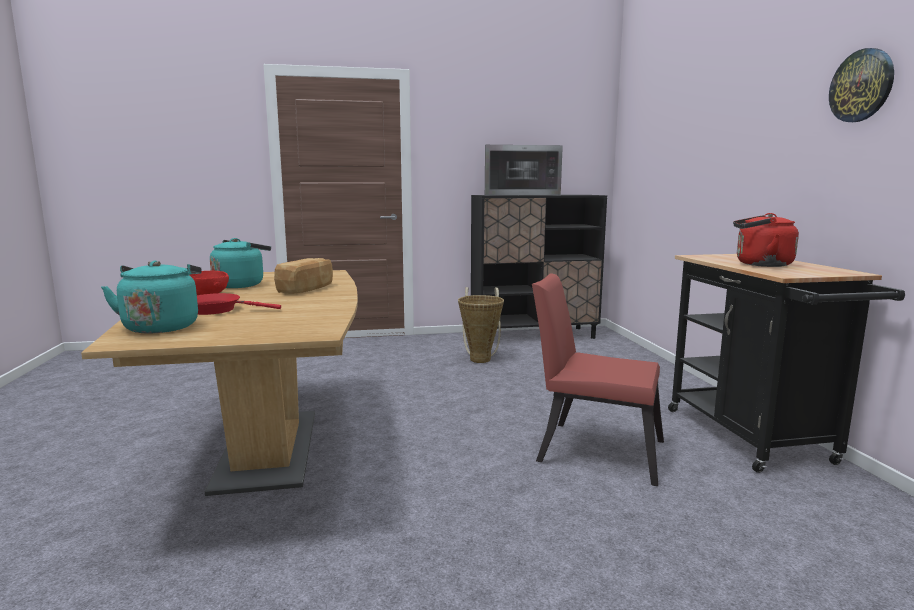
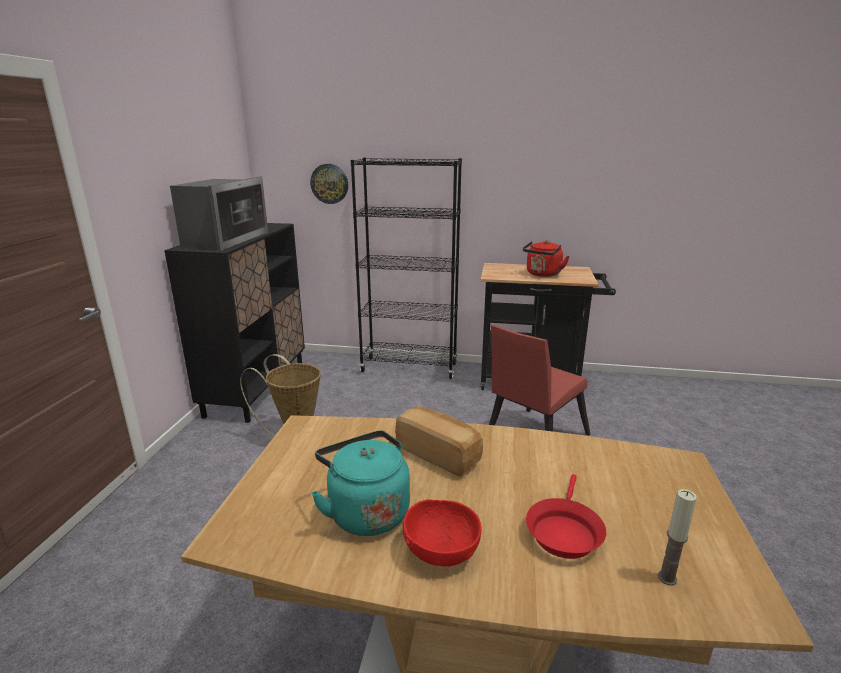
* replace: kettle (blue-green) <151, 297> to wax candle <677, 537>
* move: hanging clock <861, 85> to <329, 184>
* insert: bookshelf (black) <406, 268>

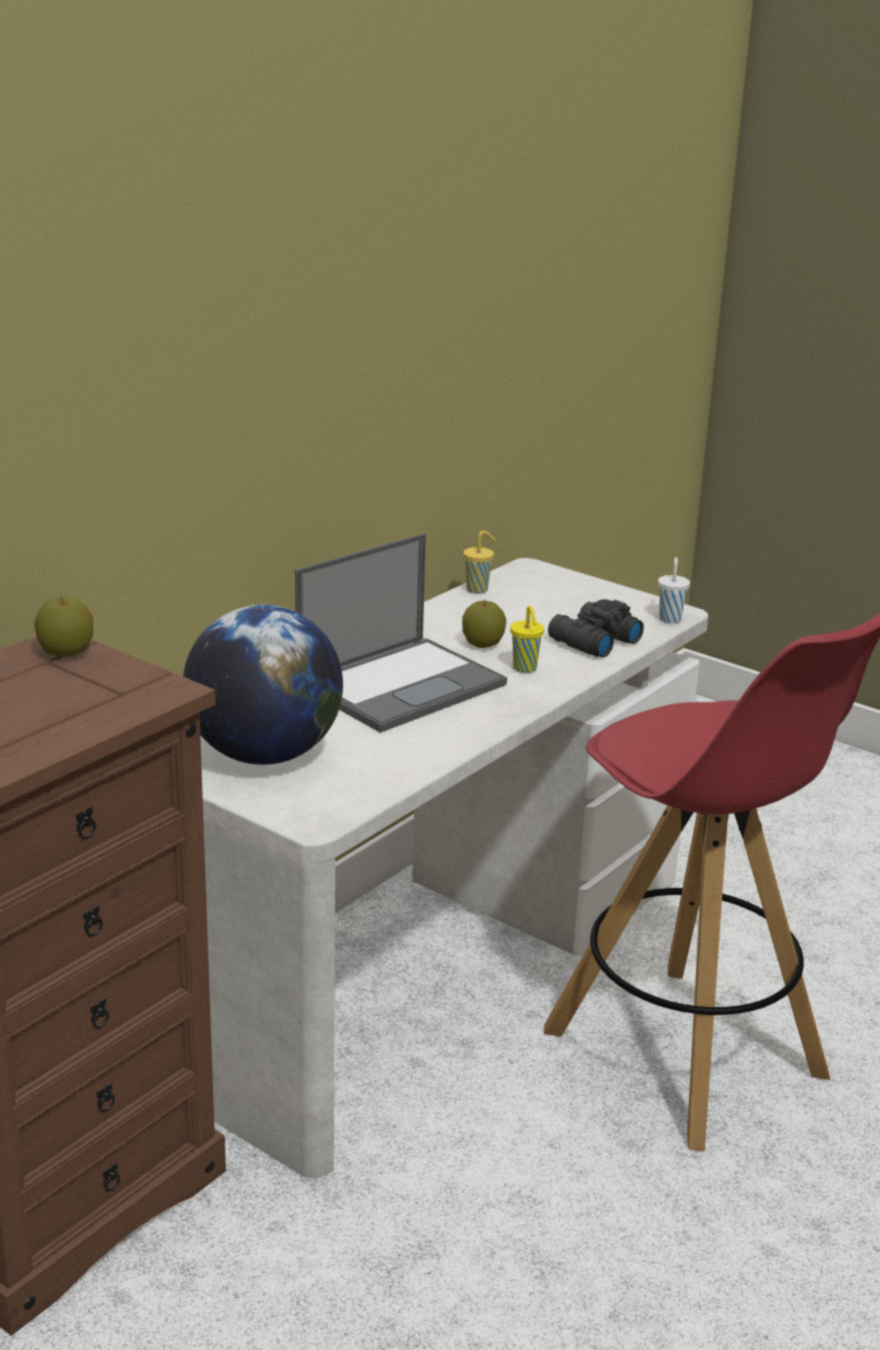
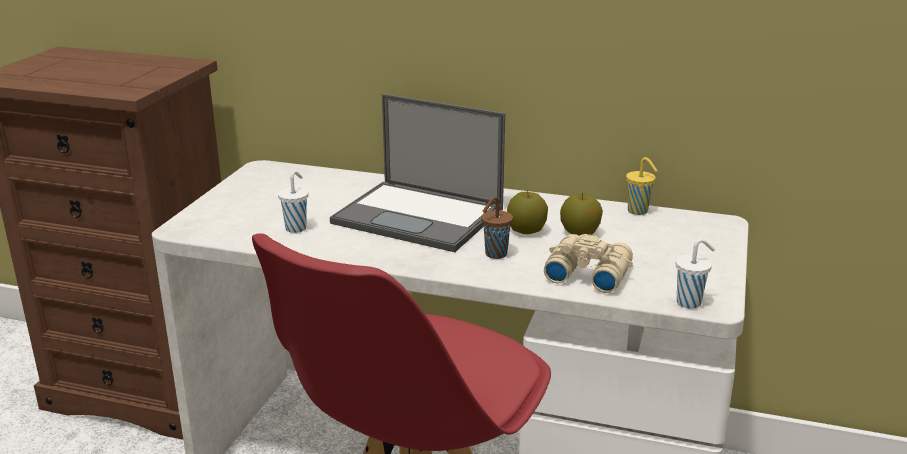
* move: whole apple <63, 626> to <581, 214>
* delete: desk globe <263, 685>
* recolor: cup (yellow) <527, 639> to cup (brown) <497, 227>
* recolor: pair of binoculars (black) <596, 628> to pair of binoculars (beige-coloured) <588, 263>
* insert: cup (white) <293, 201>

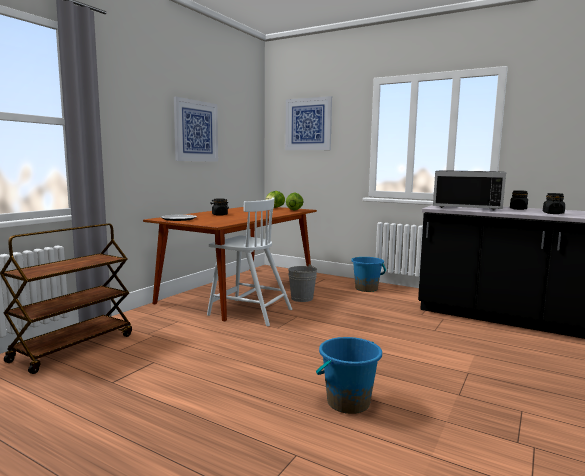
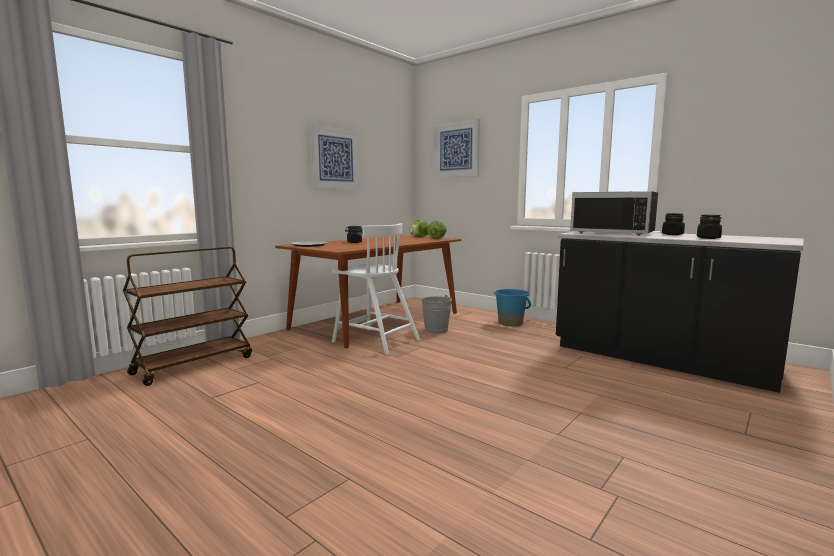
* delete: water bucket (blue-coloured) <349, 375>

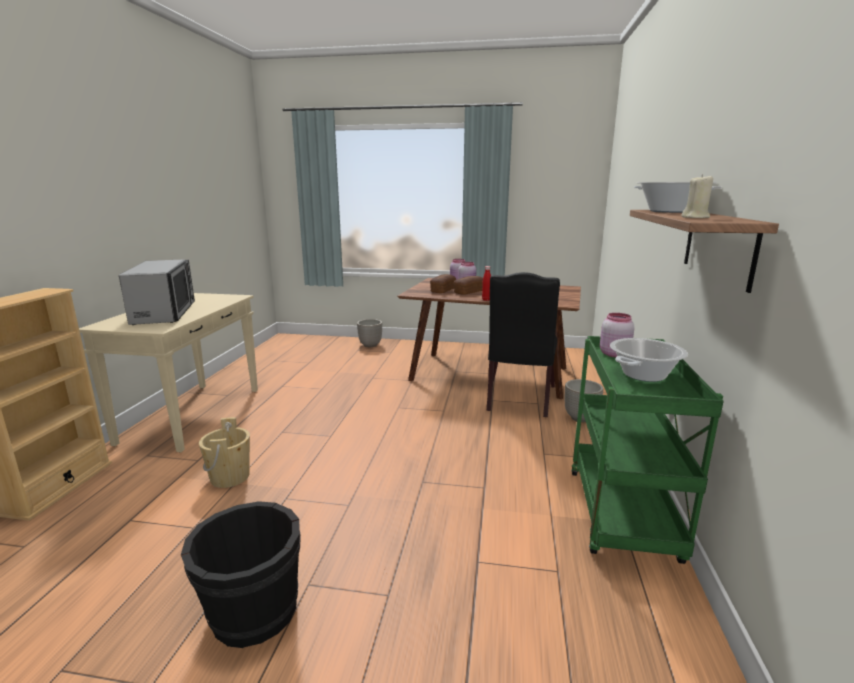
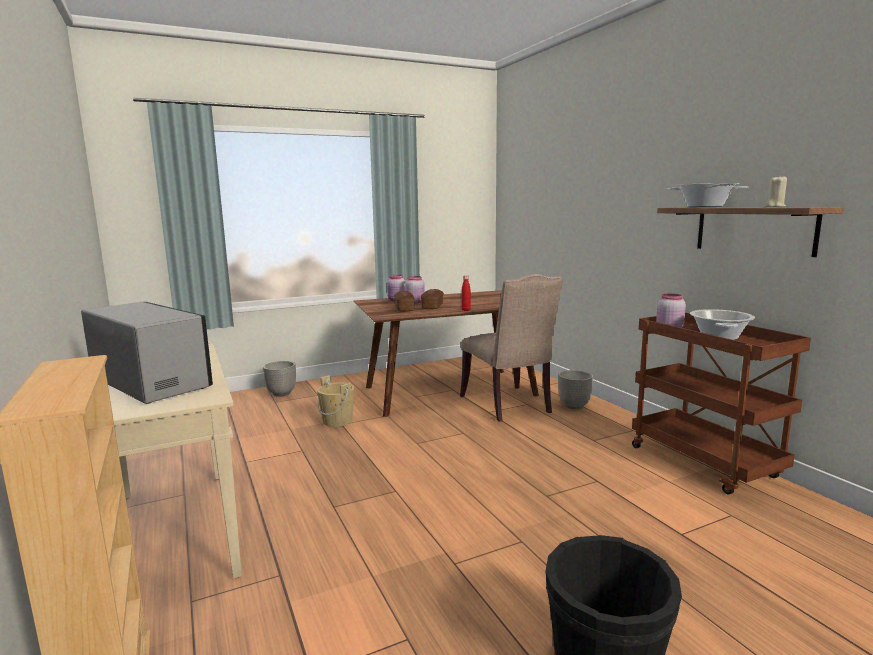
* move: water bucket (beige-coloured) <224, 452> to <335, 401>
* recolor: plain chair (black) <523, 344> to plain chair (beige-coloured) <511, 348>
* recolor: wheeled cart (greenish) <647, 450> to wheeled cart (brown) <721, 403>

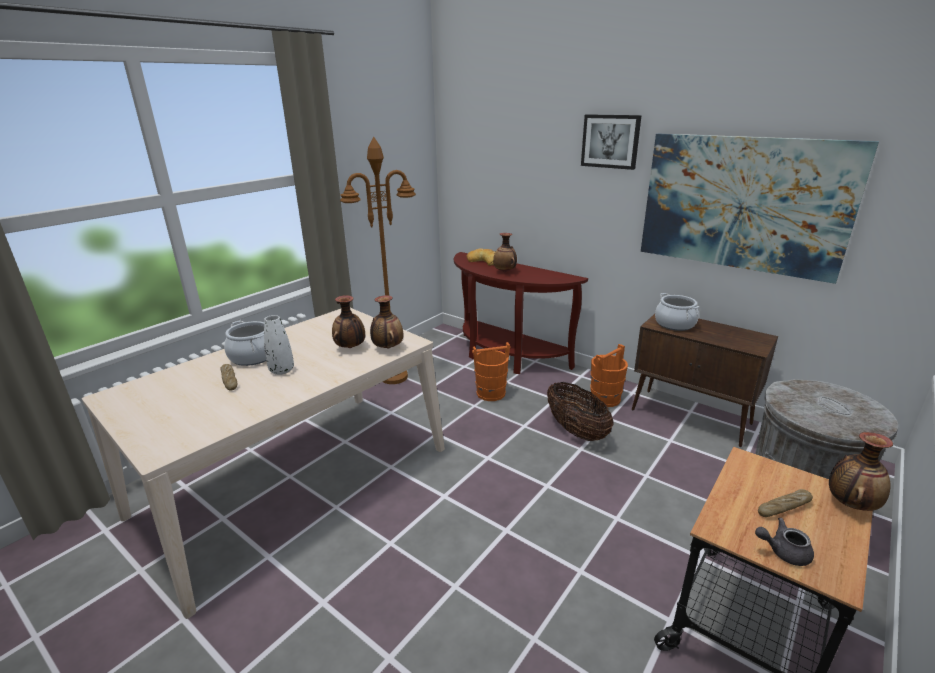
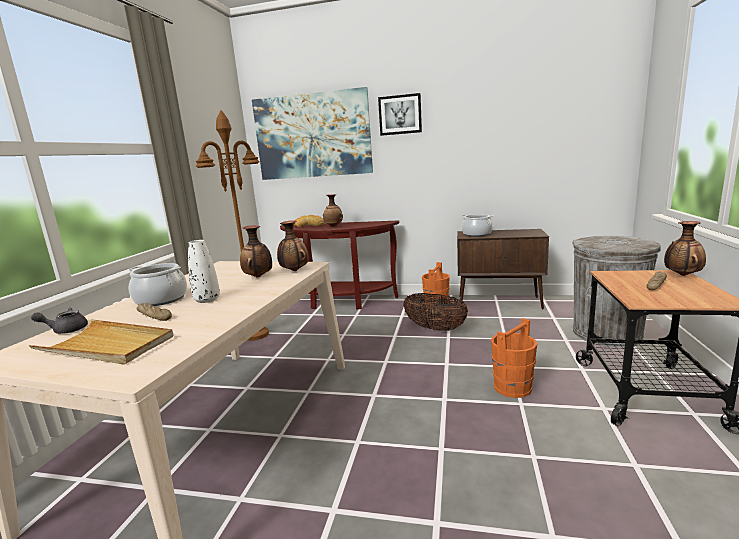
* move: water bucket (orangey) <491, 371> to <514, 358>
* move: wall art <760, 209> to <312, 133>
* move: pot for tea (gray) <784, 542> to <59, 321>
* insert: tray (beige-coloured) <100, 342>

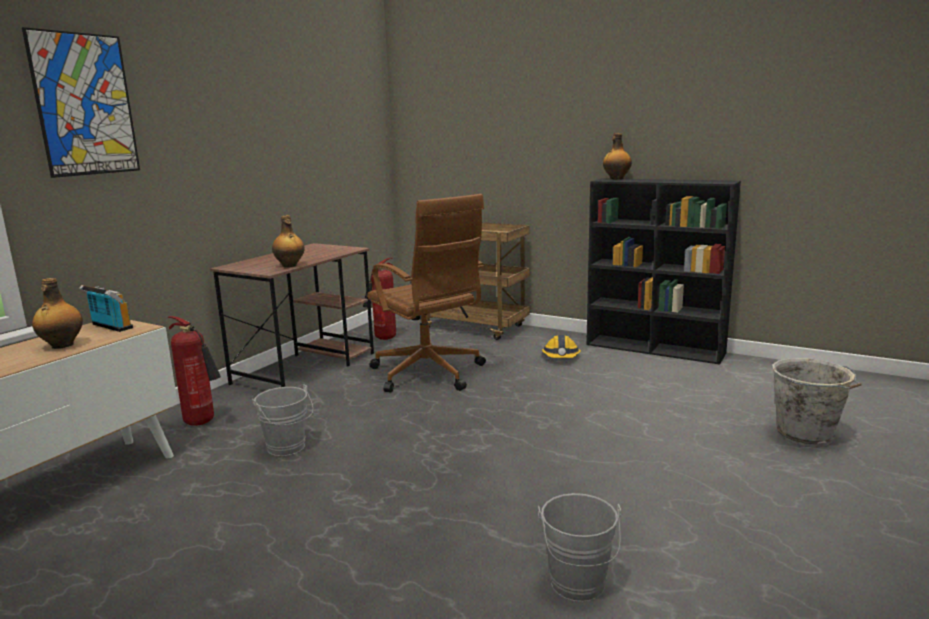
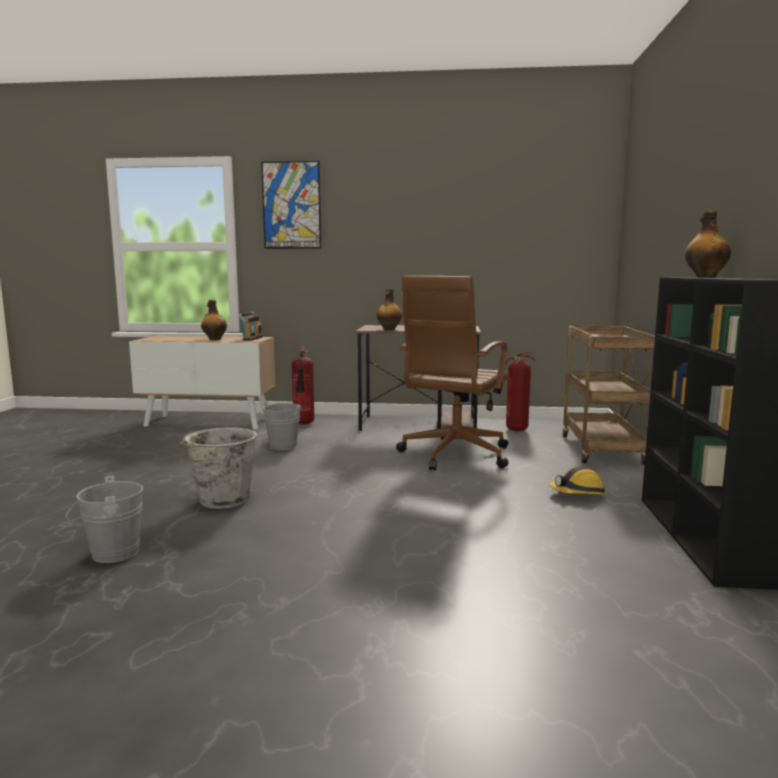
* move: water bucket (gray) <817, 403> to <218, 468>

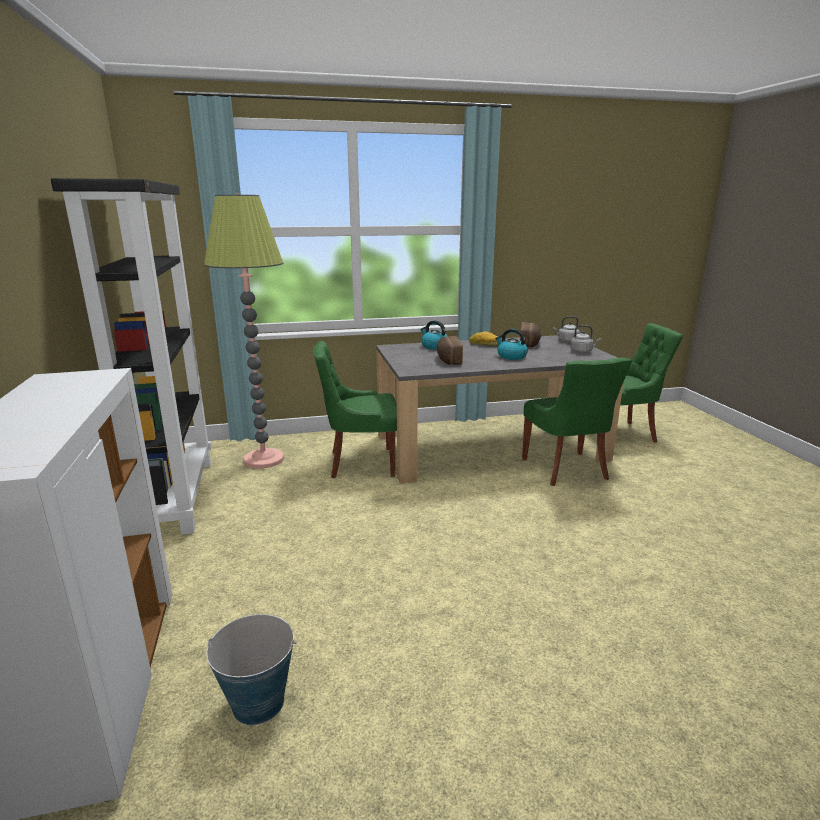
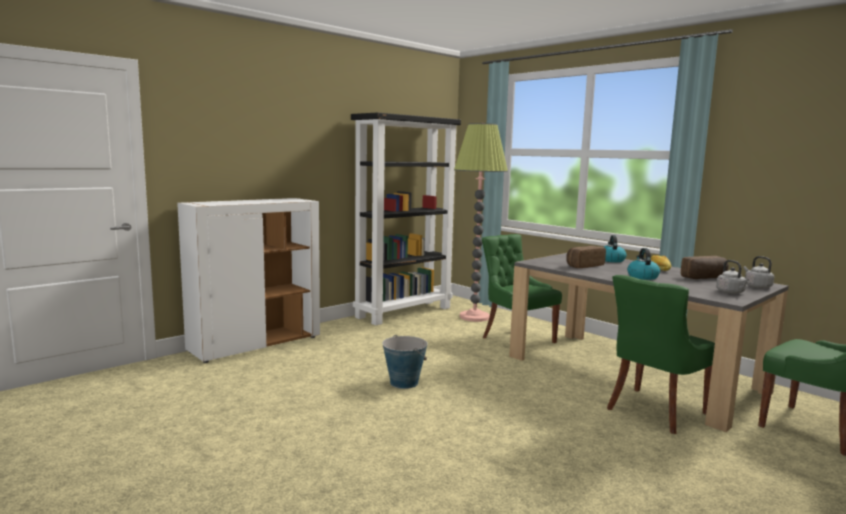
* move: water bucket <251, 669> to <405, 362>

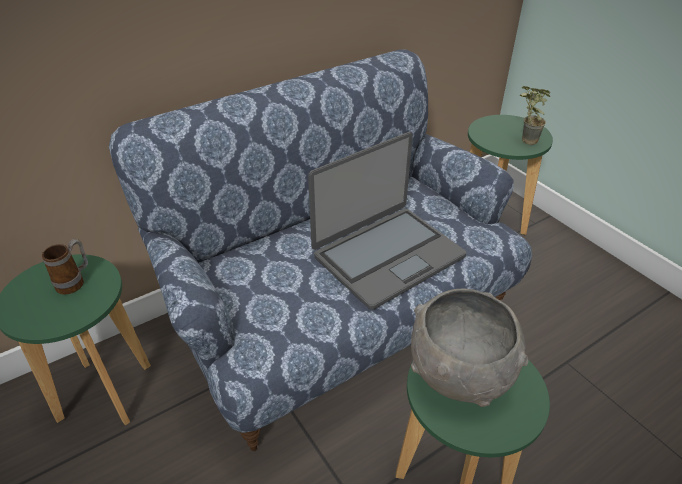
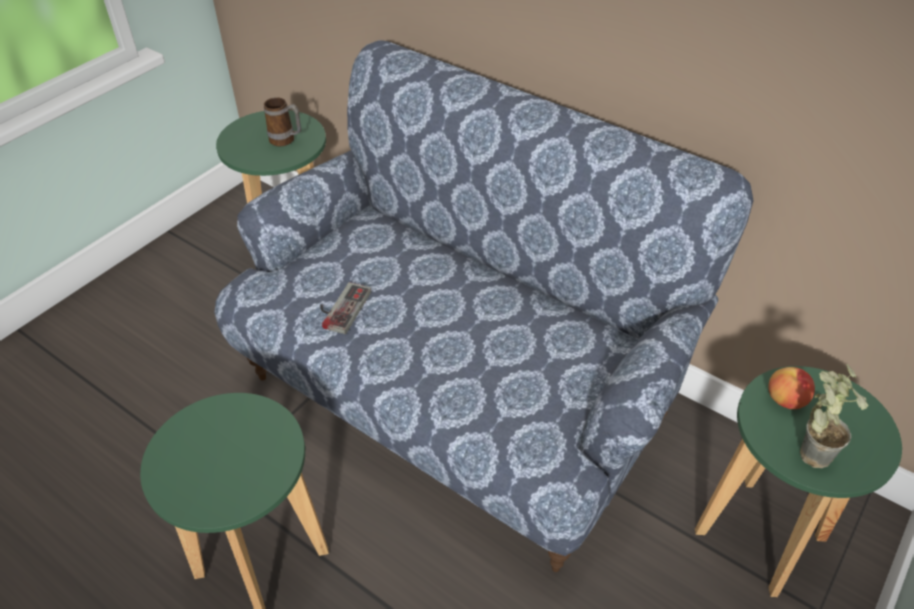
* delete: laptop <387, 221>
* delete: serving bowl (gray) <469, 347>
* insert: gamepad <345, 308>
* insert: whole apple <792, 388>

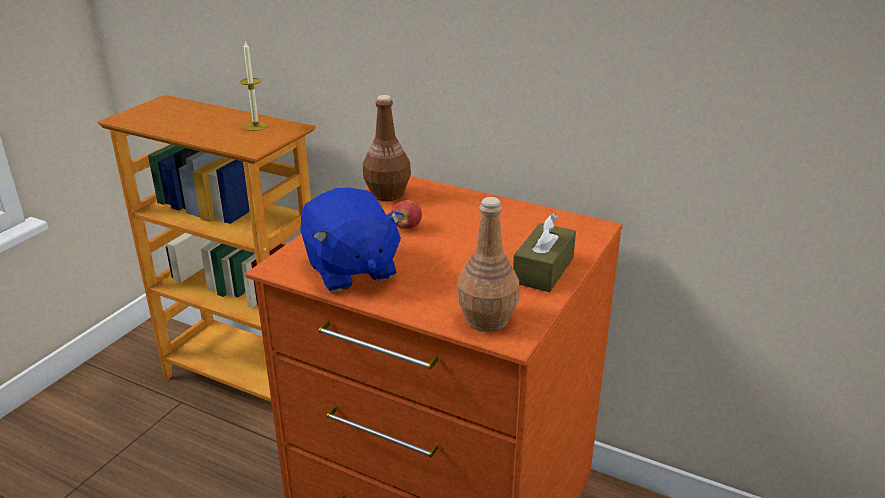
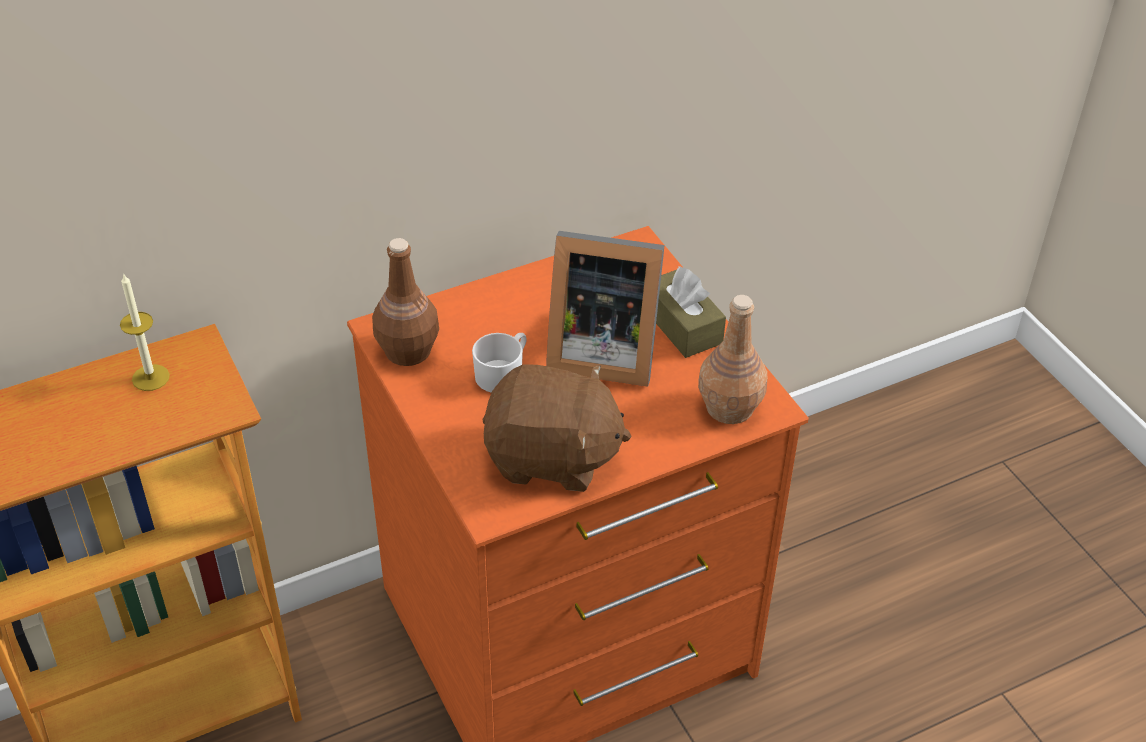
* recolor: soft toy (blue-coloured) <352, 240> to soft toy (brown) <557, 428>
* replace: whole apple <406, 215> to coffee mug (white) <499, 363>
* insert: photo frame <605, 309>

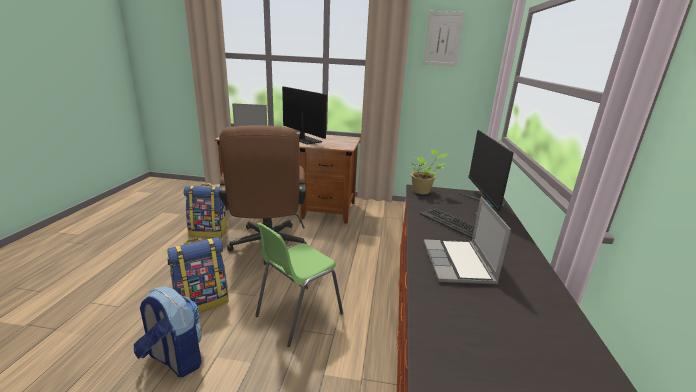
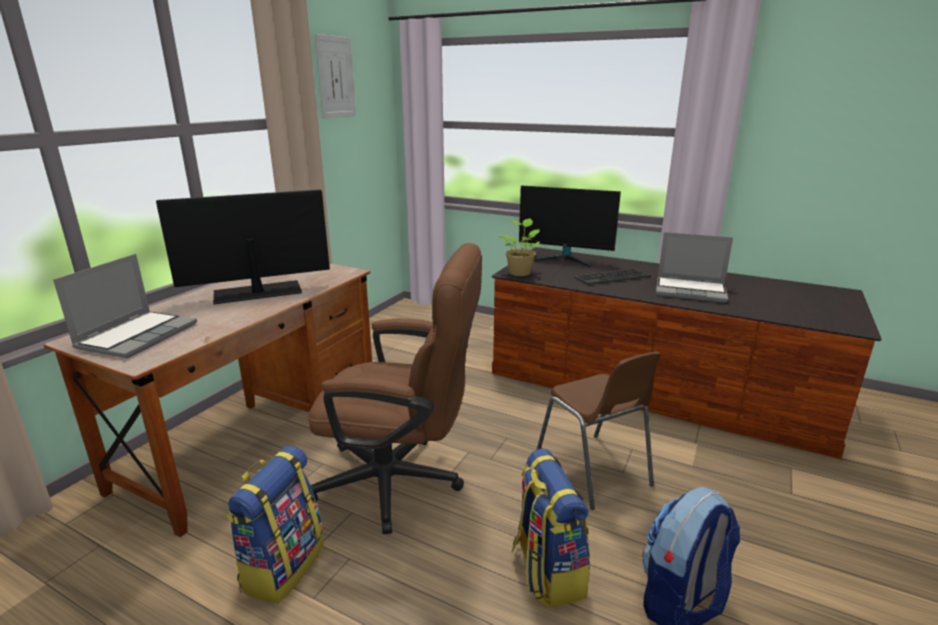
* recolor: plain chair (greenish) <299, 285> to plain chair (brown) <598, 430>

